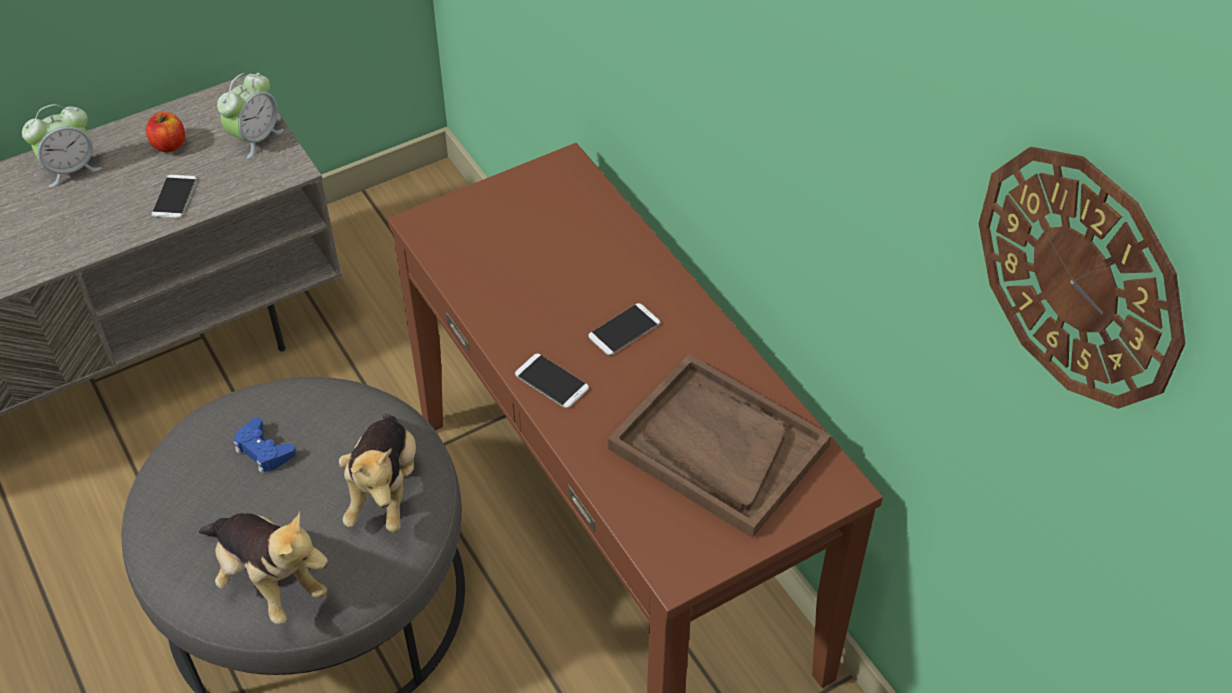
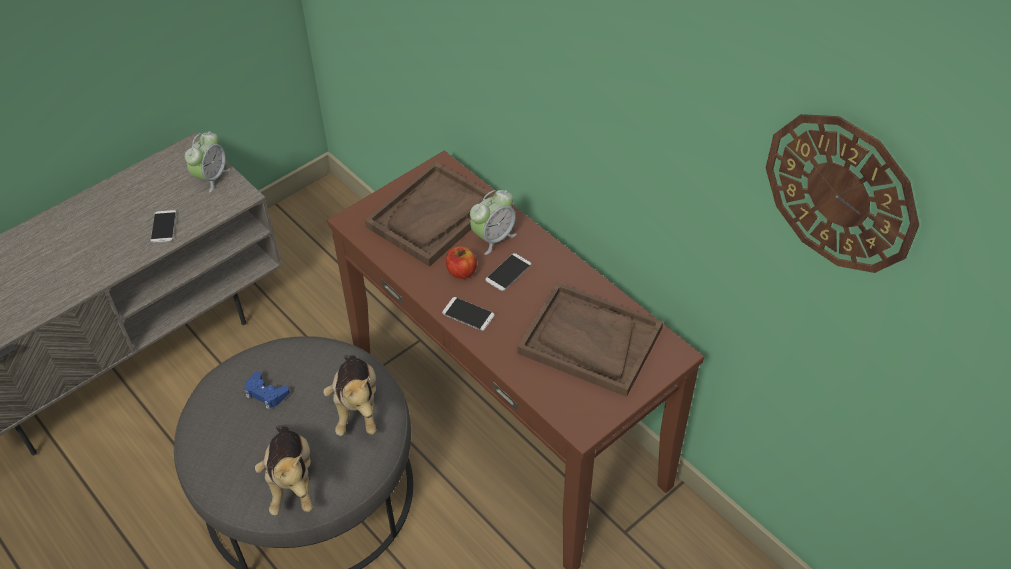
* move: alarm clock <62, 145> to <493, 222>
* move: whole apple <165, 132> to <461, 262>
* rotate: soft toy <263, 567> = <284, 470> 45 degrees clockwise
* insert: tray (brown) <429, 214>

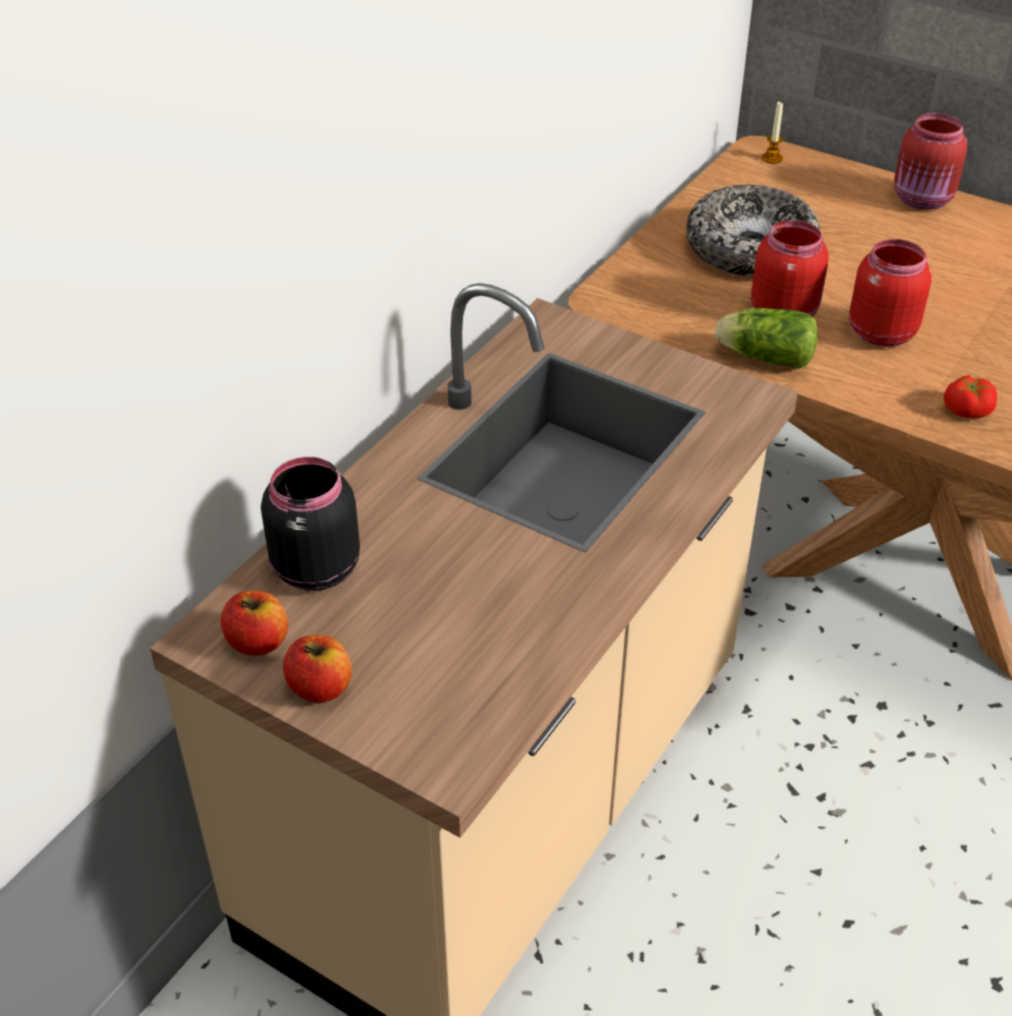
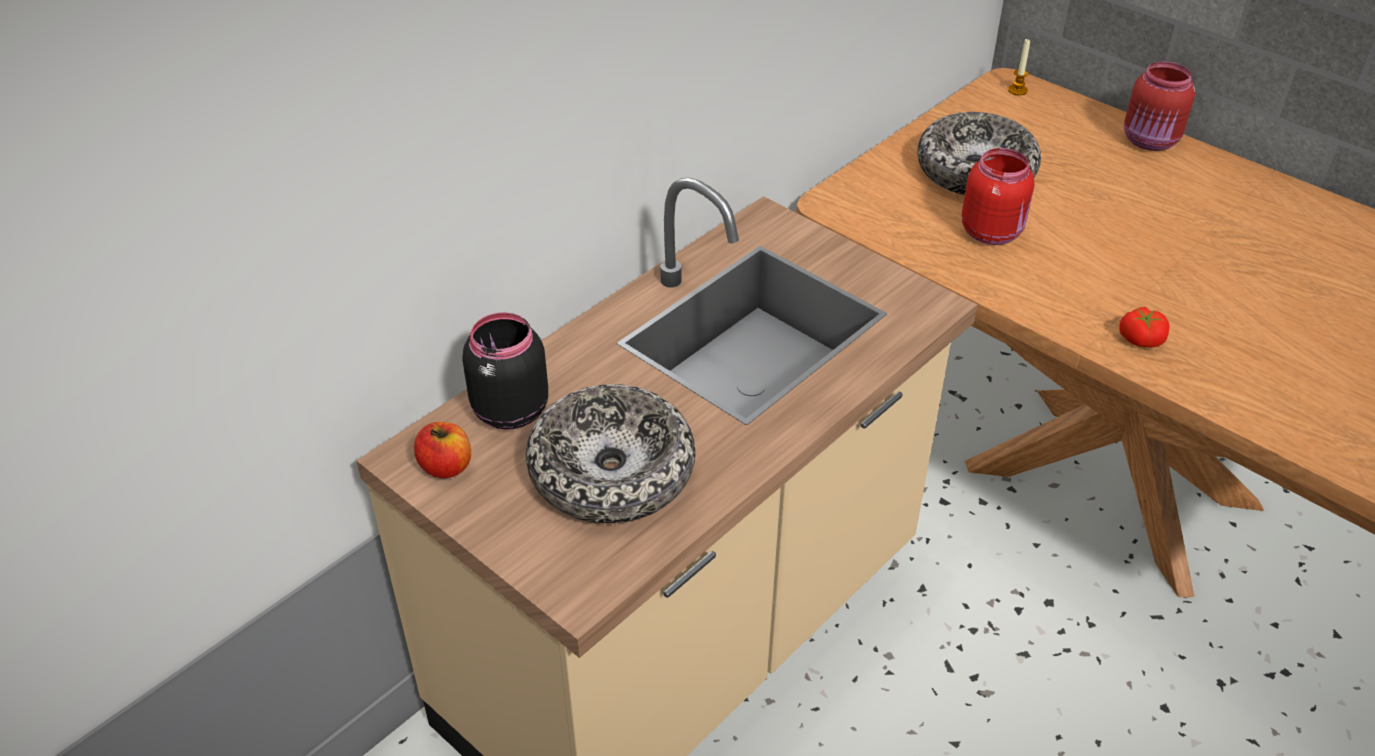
* delete: whole apple <317, 669>
* delete: lettuce head <767, 338>
* delete: preserve jar (red-coloured) <890, 293>
* insert: serving bowl <610, 453>

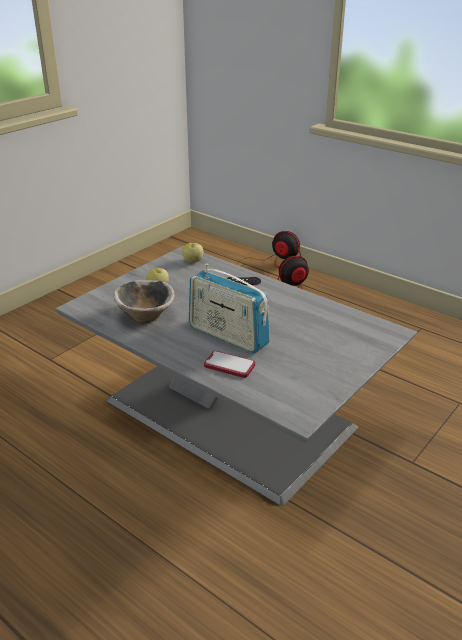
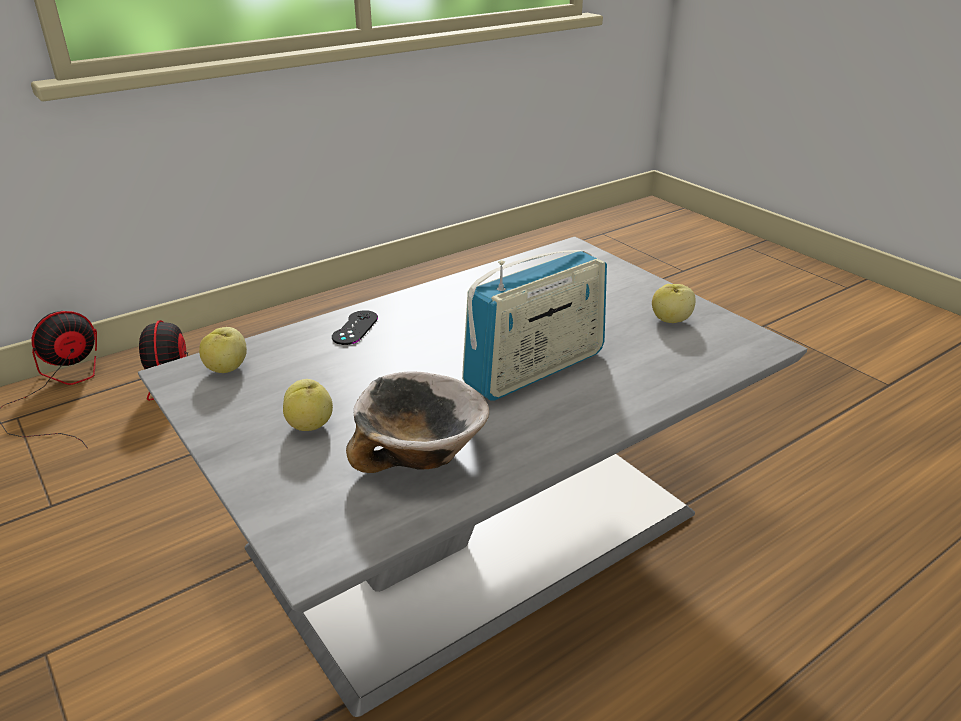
* delete: telephone <229, 364>
* insert: whole apple <674, 303>

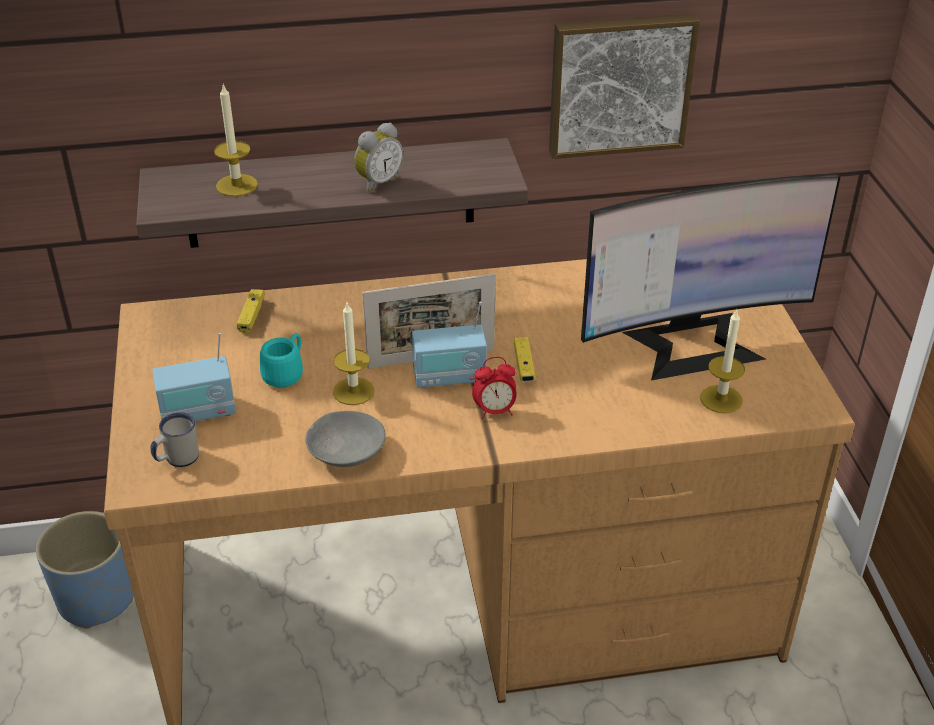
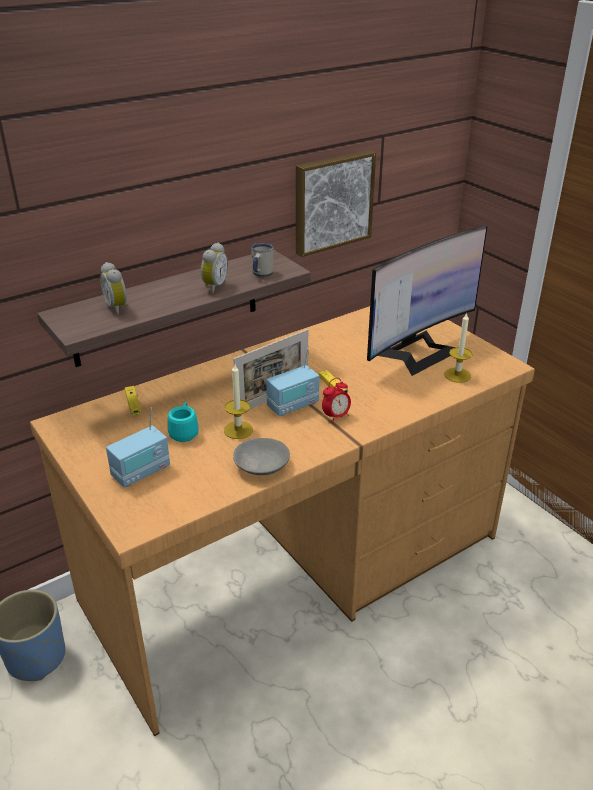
* move: coffee mug (white) <174, 439> to <262, 260>
* replace: wax candle <236, 140> to alarm clock <114, 288>

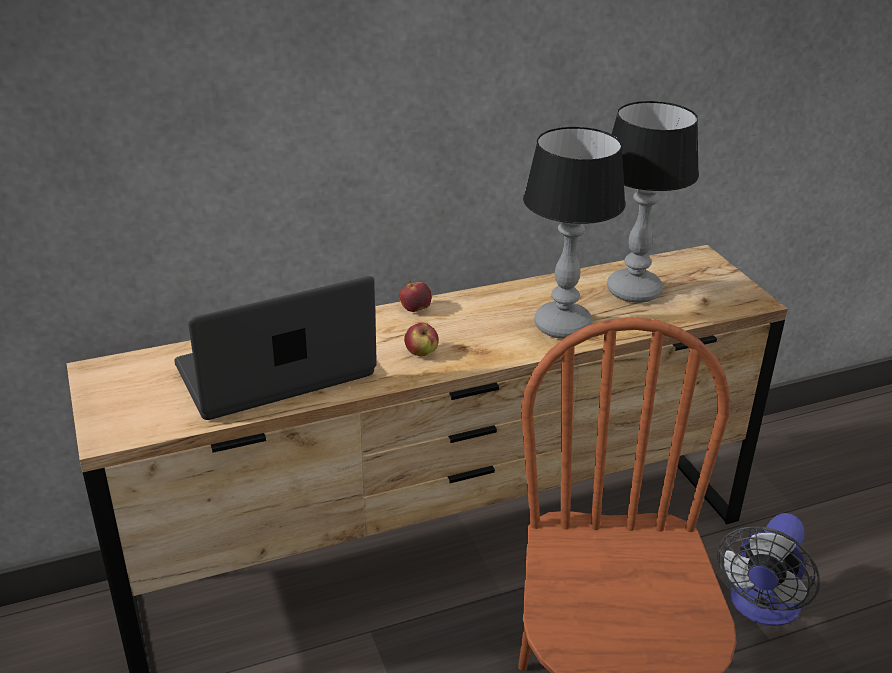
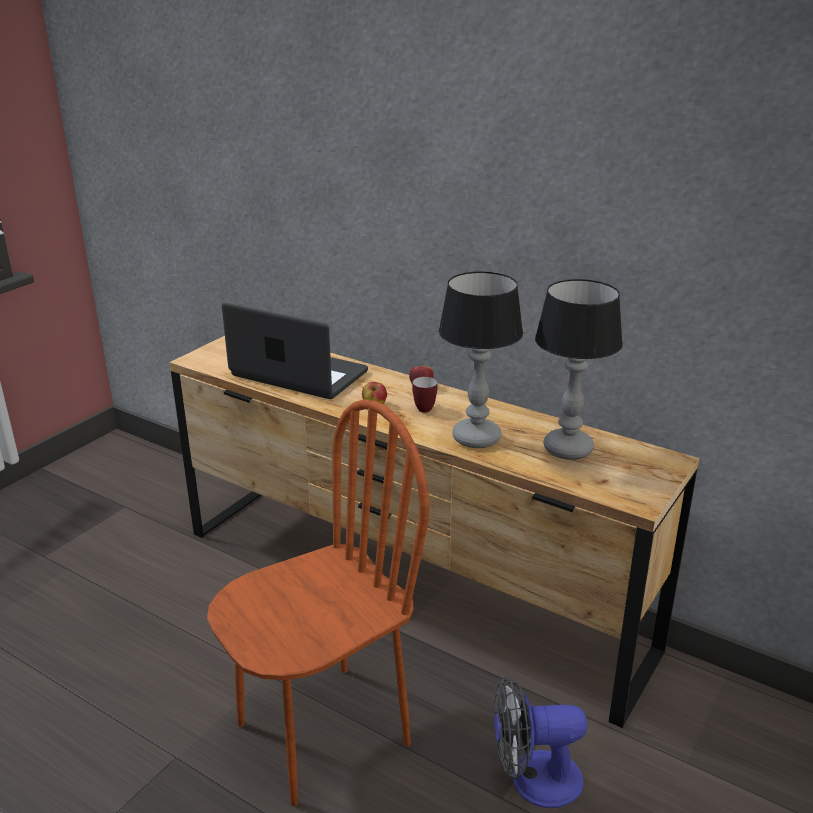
* insert: coffee mug <425, 395>

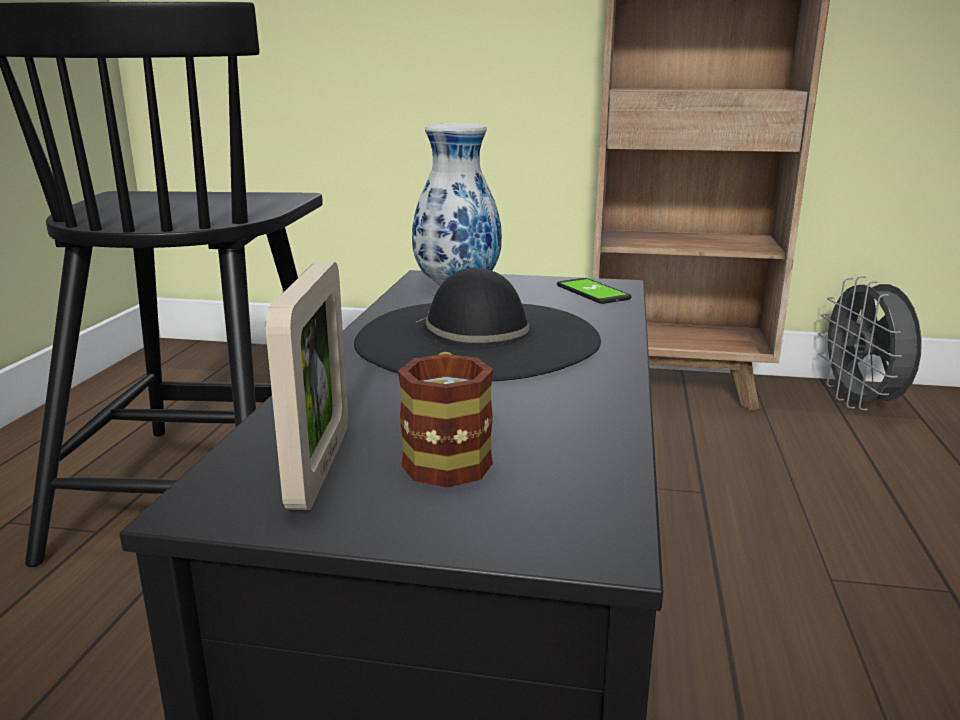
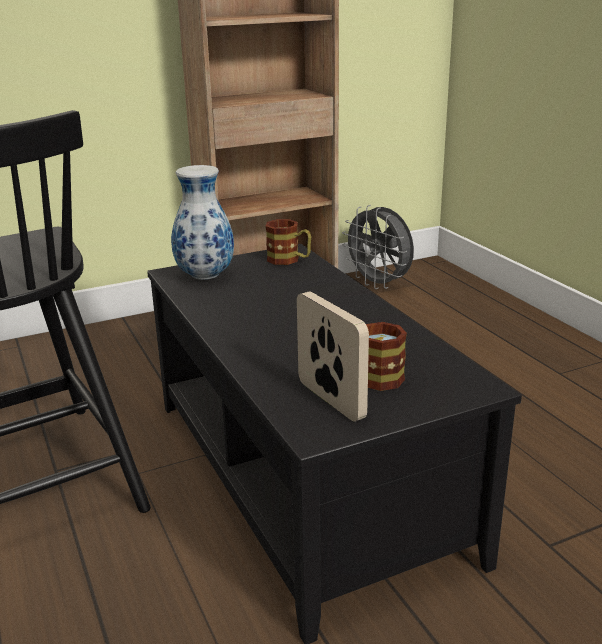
* delete: wearable hat (black) <477, 324>
* replace: telephone <594, 291> to coffee mug <288, 242>

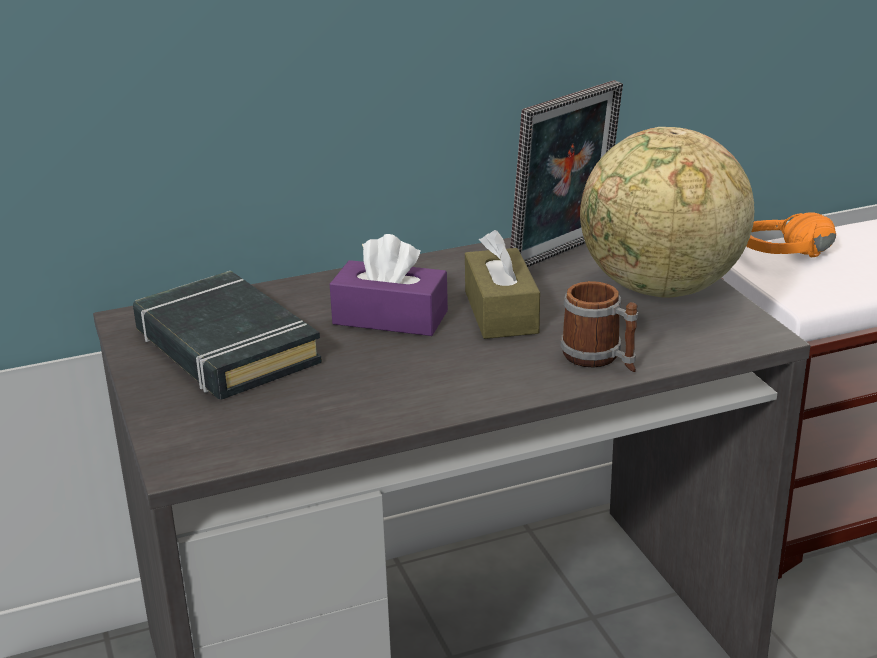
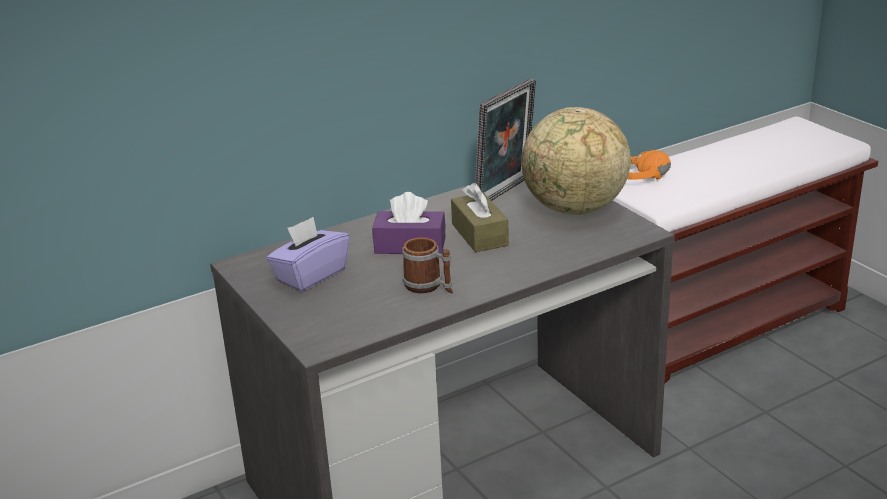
* replace: book (black) <227, 335> to box of tissues (purple-coloured) <308, 254>
* move: coffee mug <599, 326> to <427, 265>

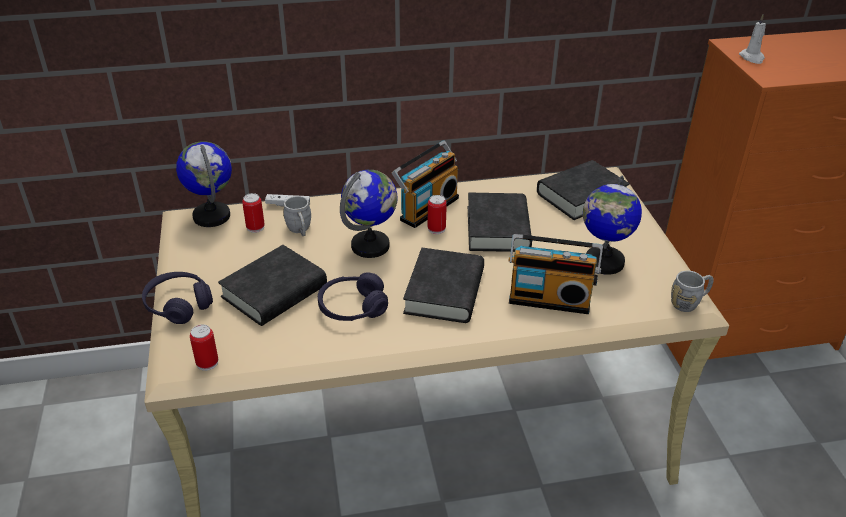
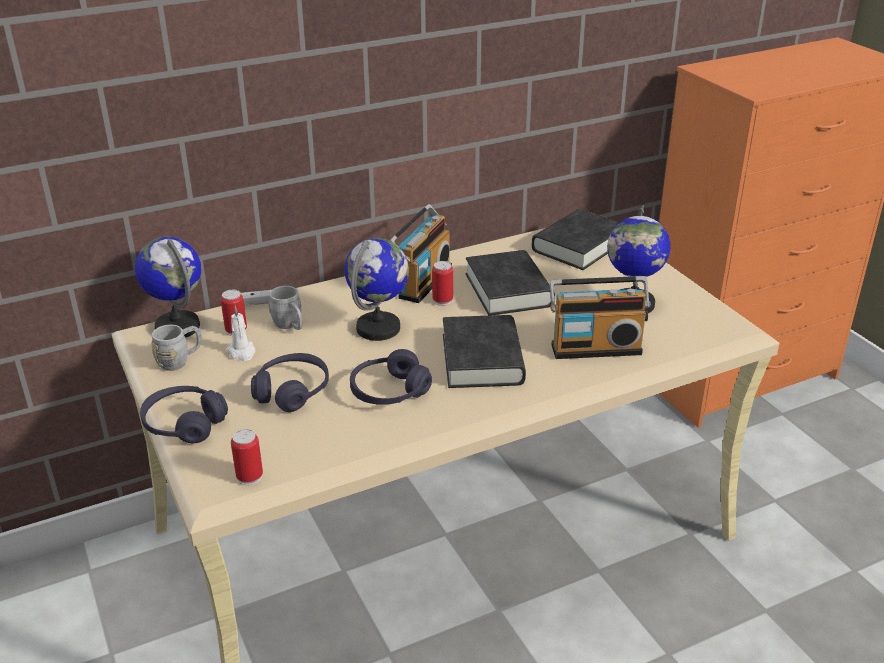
* replace: book (black) <272, 285> to headset (purple-coloured) <290, 382>
* move: coffee mug (gray) <692, 291> to <176, 348>
* move: wax candle (white) <752, 39> to <241, 333>

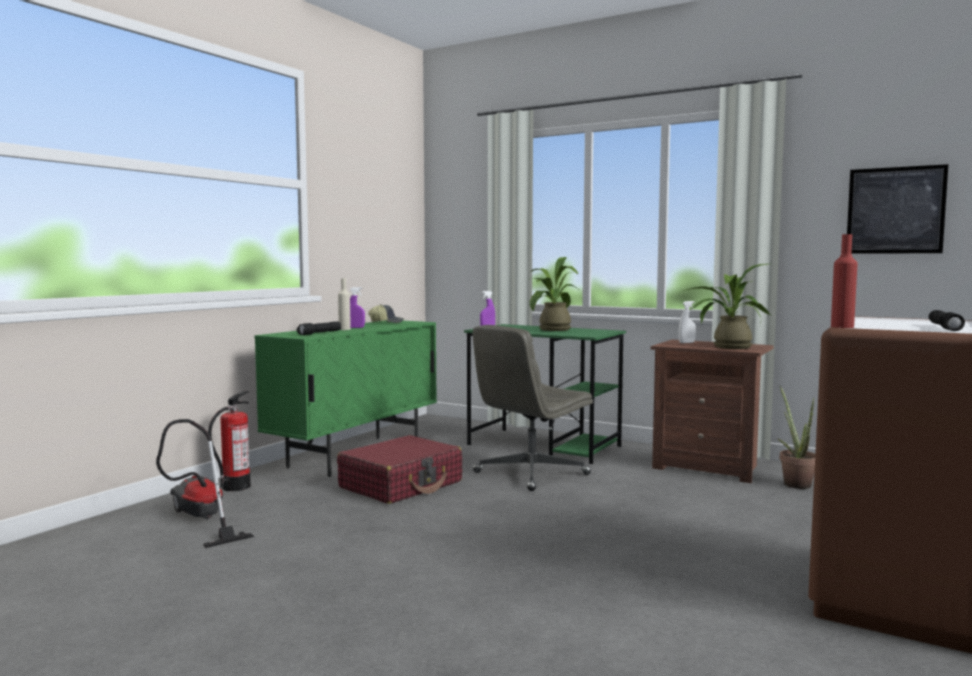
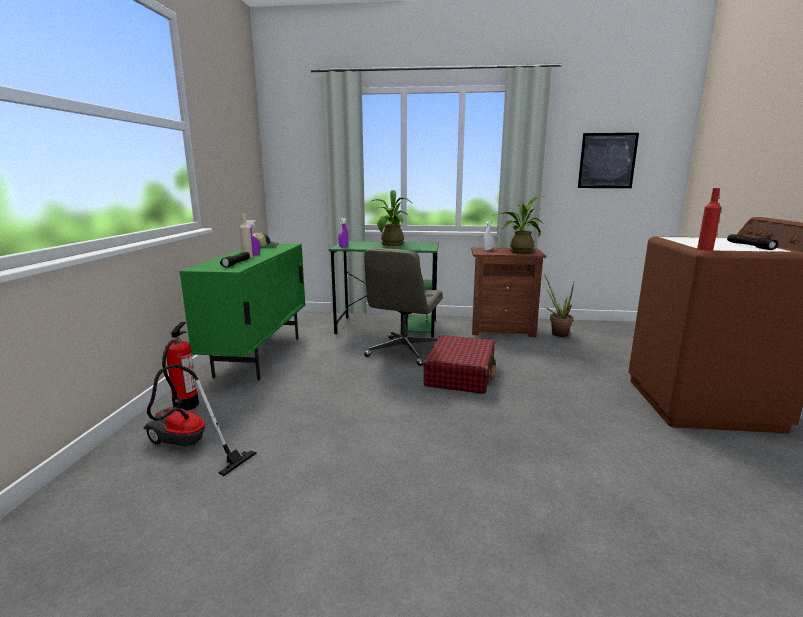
* move: suitcase (red-coloured) <399, 469> to <460, 364>

